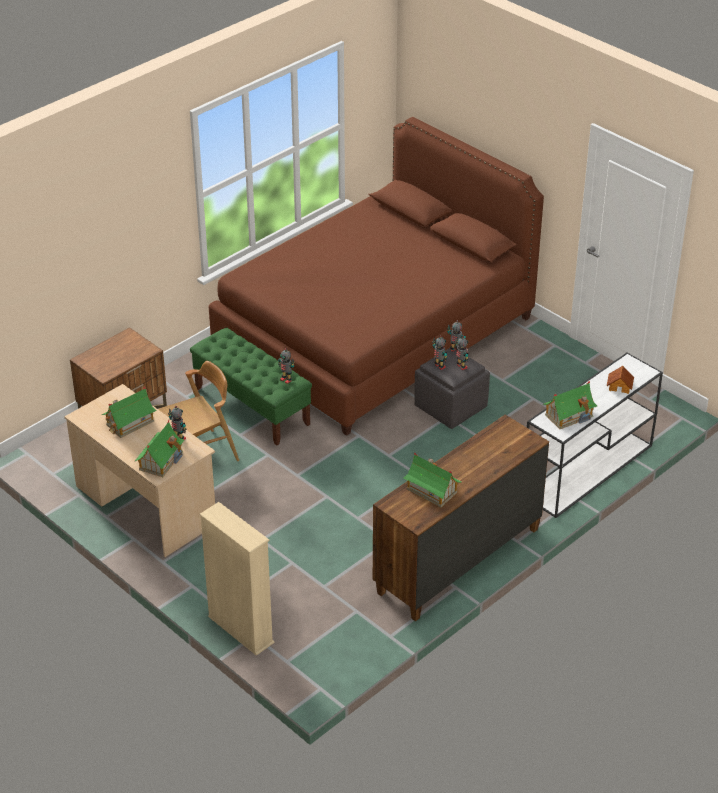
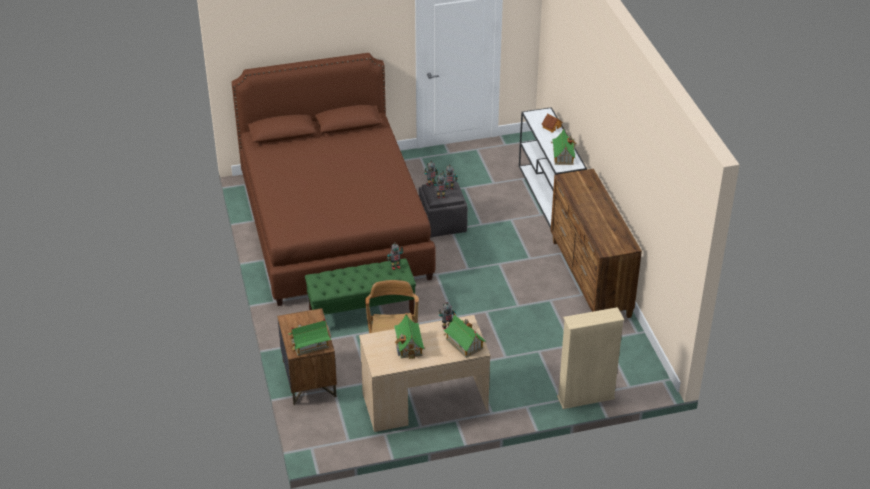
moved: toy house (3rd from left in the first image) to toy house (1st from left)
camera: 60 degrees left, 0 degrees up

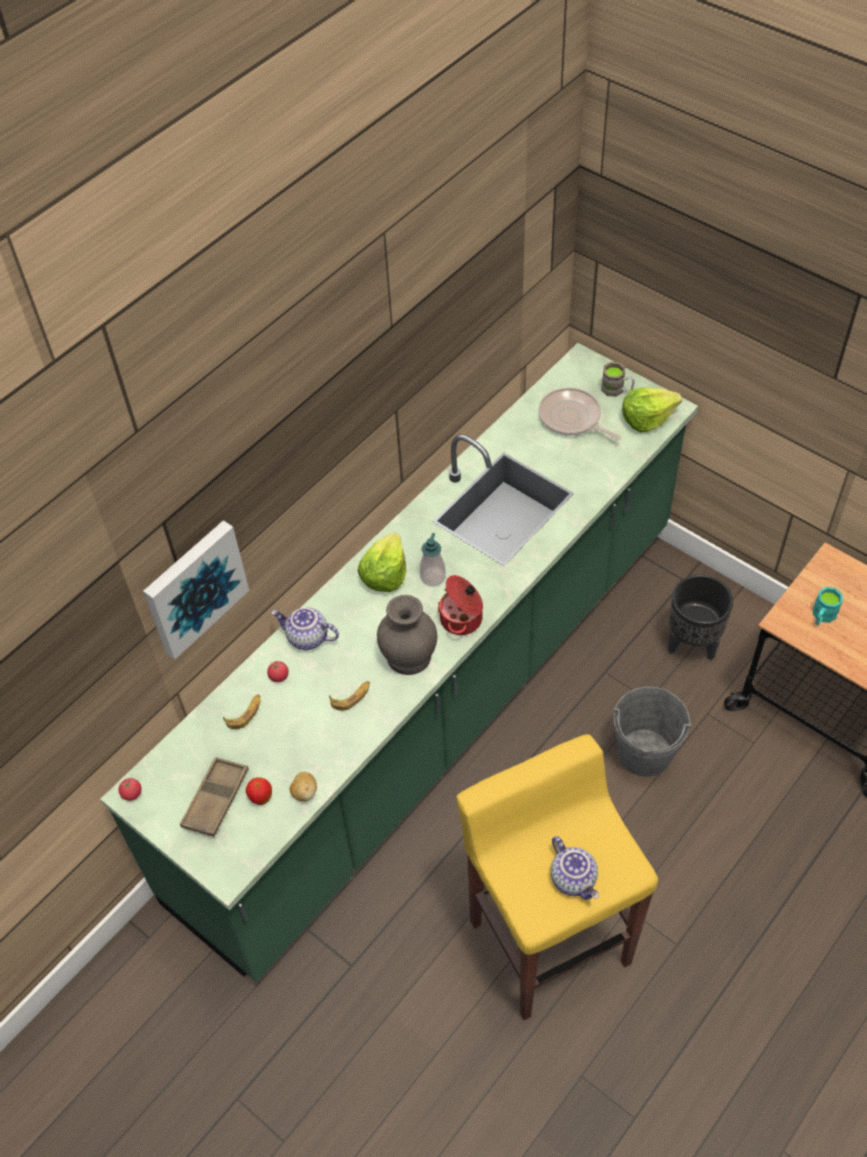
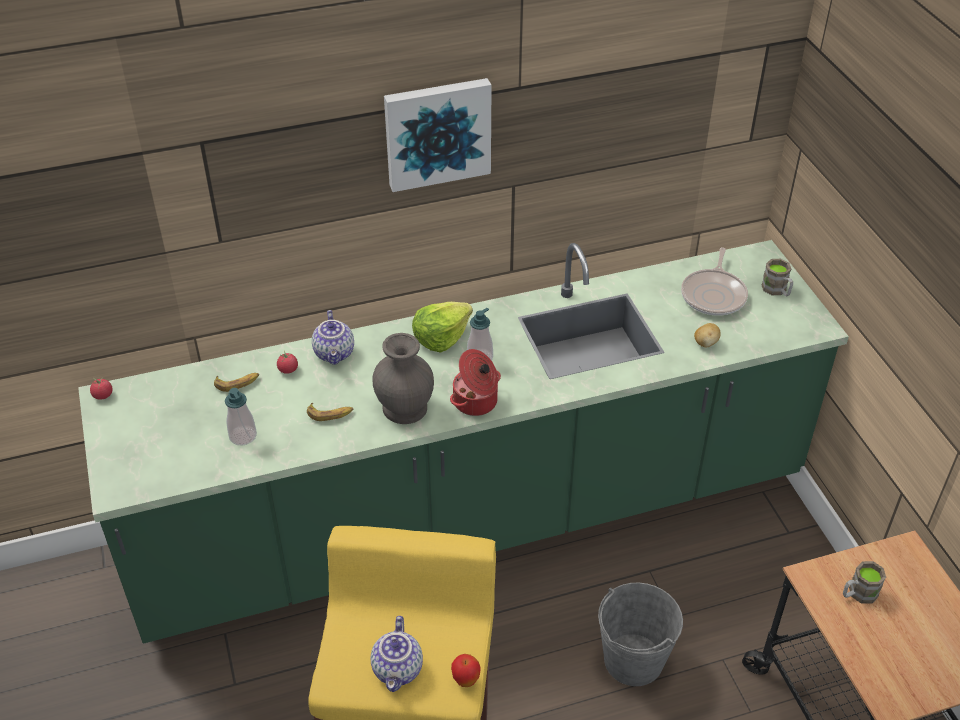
removed: brown tray; lettuce (2nd from left); black planter
added: soap dispenser (1st from left)
moved: picture; apple; potato
recoloured: turquoise mug to brown mug (2nd from left)
turned: teapot (1st from left) 150 degrees counterclockwise; frying pan 150 degrees counterclockwise
camera: 30 degrees right, 10 degrees down

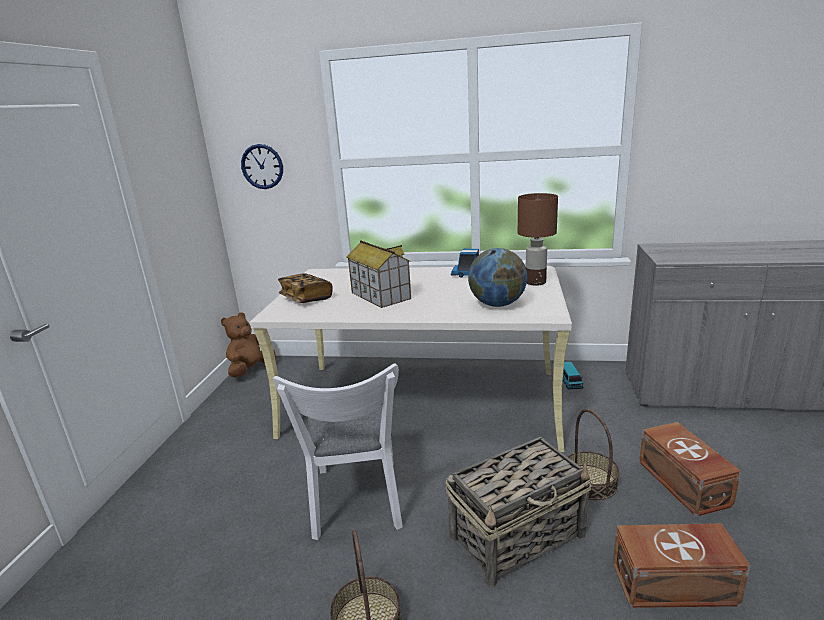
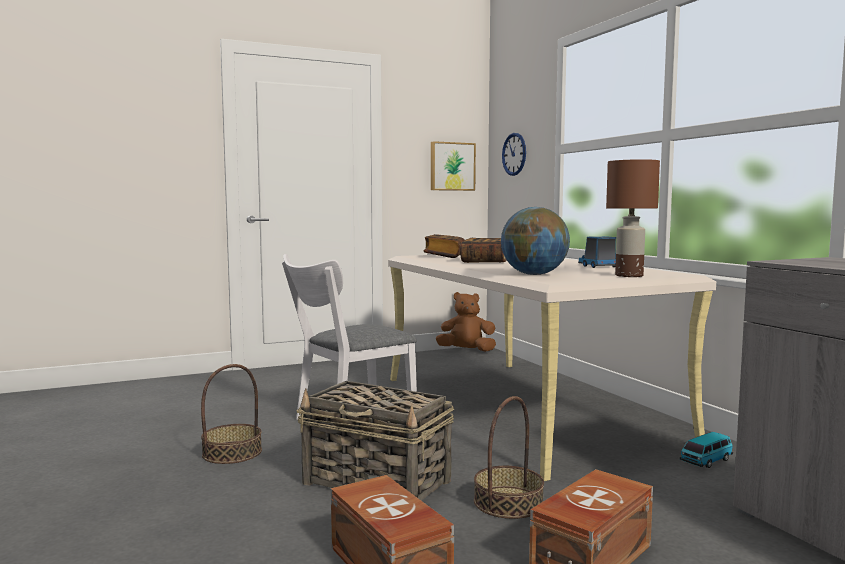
added: picture
replaced: toy house to book (2nd from left)
camera: 55 degrees right, 15 degrees down

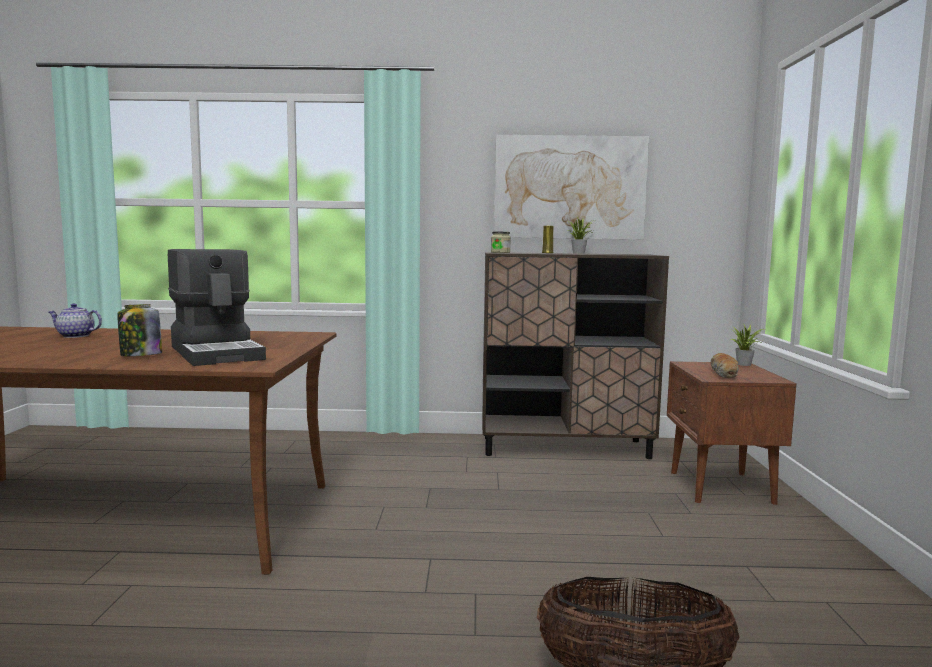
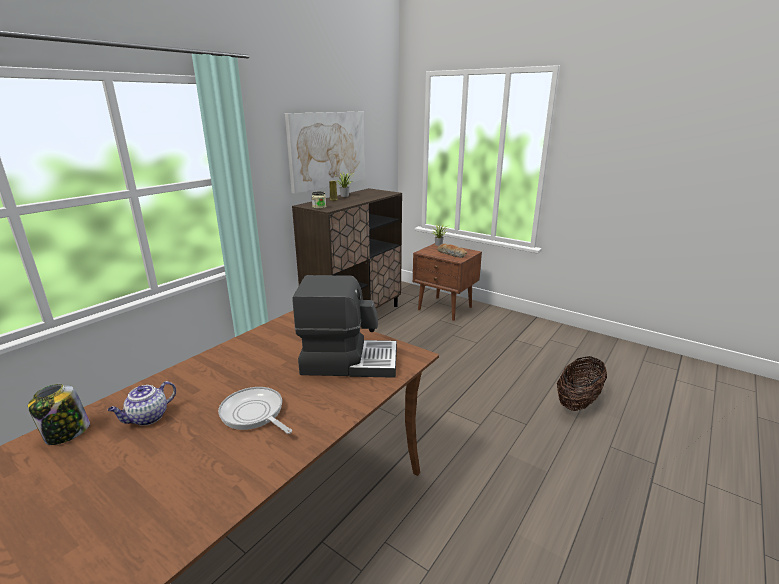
added: frying pan
moved: jar (1st from left)
camera: 55 degrees left, 15 degrees up

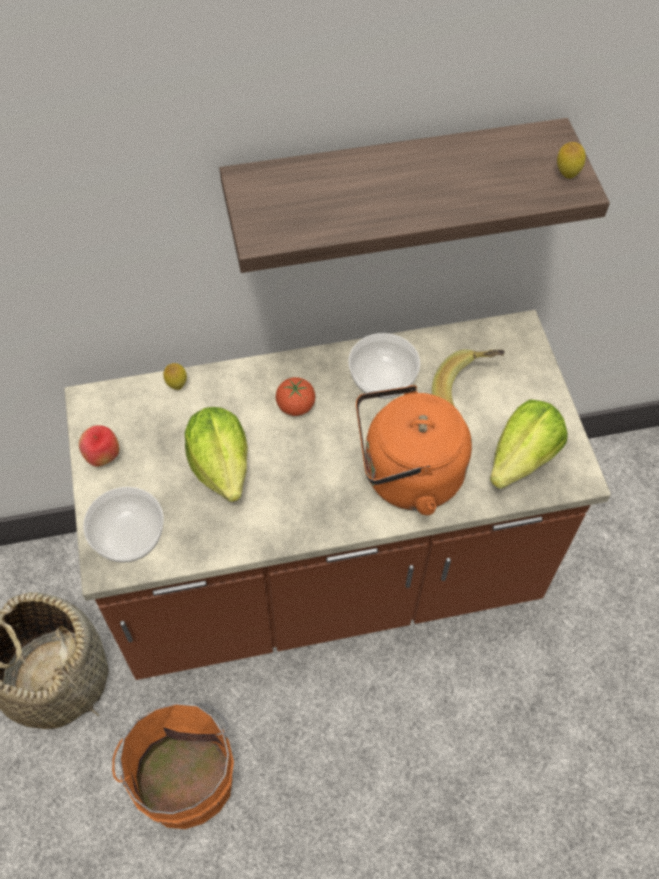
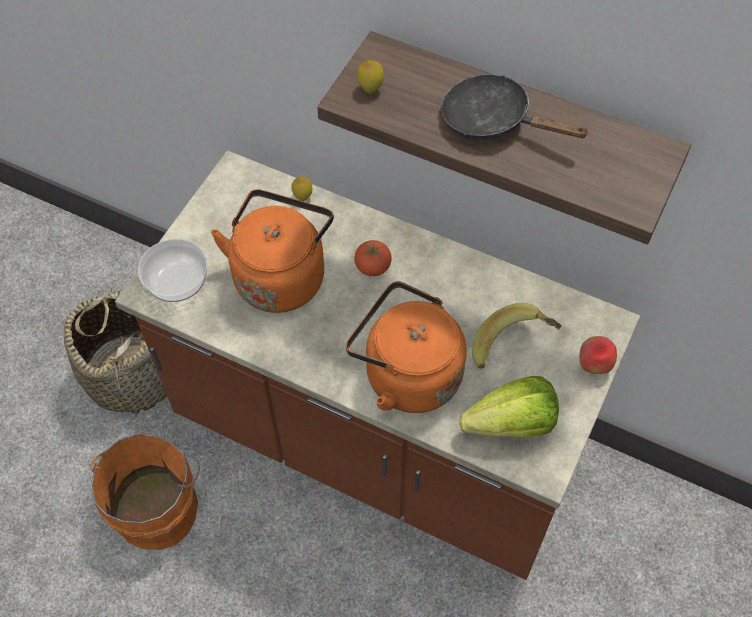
removed: bowl (2nd from left)
added: black frying pan
moved: apple; lemon (2nd from left)
replaced: lettuce (1st from left) to orange kettle (1st from left)
camera: 40 degrees right, 0 degrees up

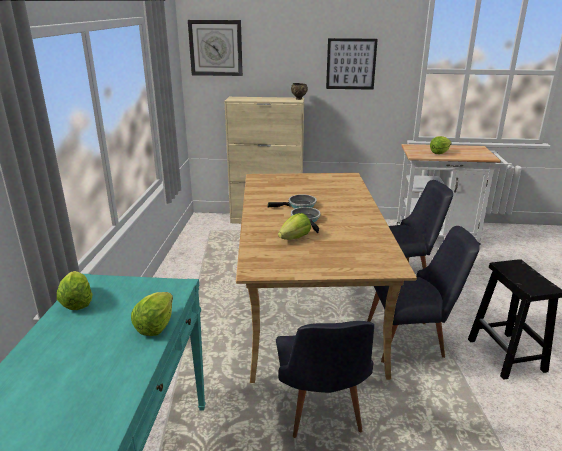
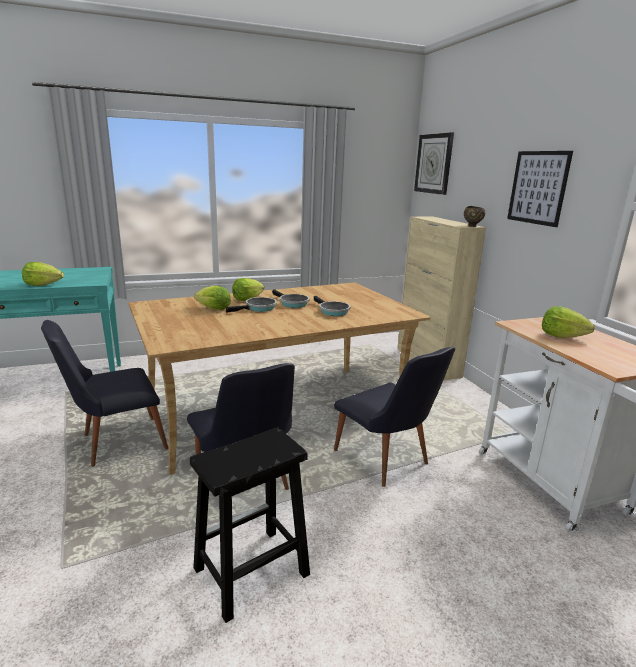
added: frying pan (3rd from left)
moved: lettuce (1st from left in the first image) to lettuce (3rd from left)
camera: 65 degrees right, 5 degrees down

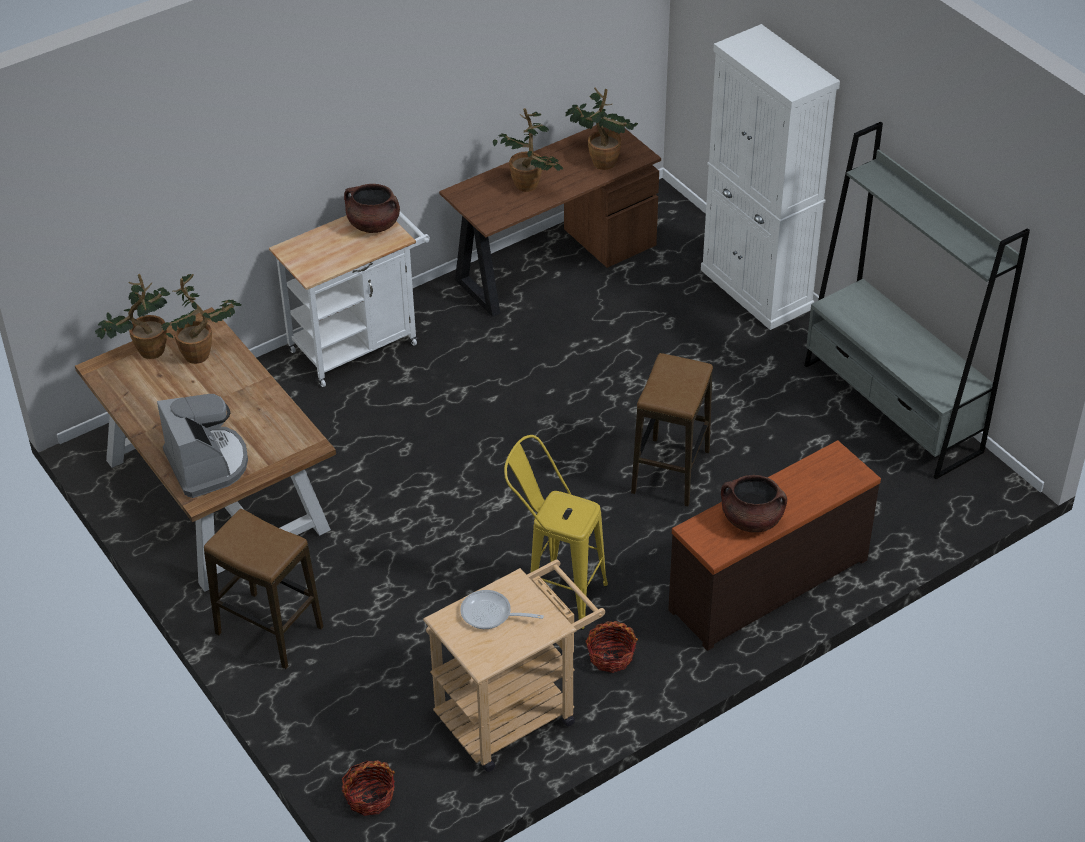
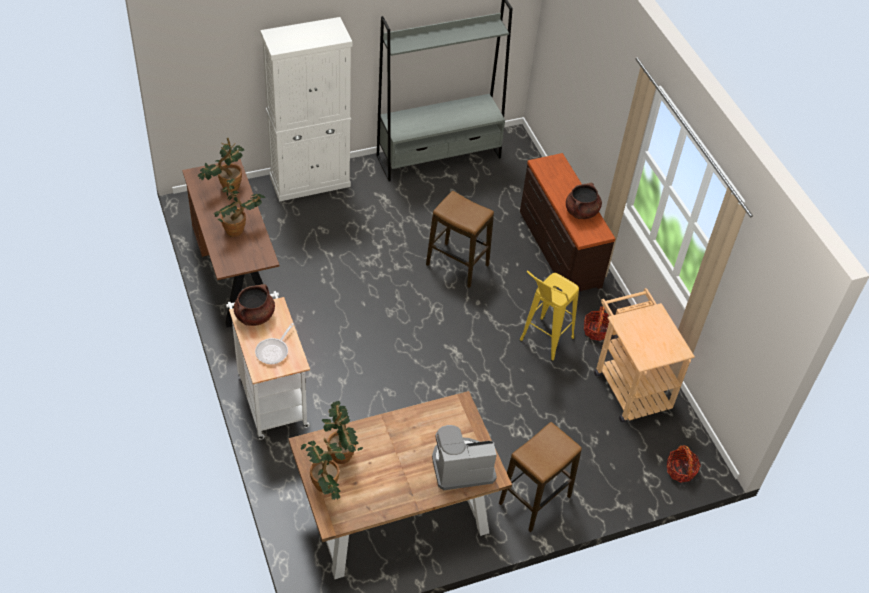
moved: frying pan
camera: 80 degrees left, 5 degrees up

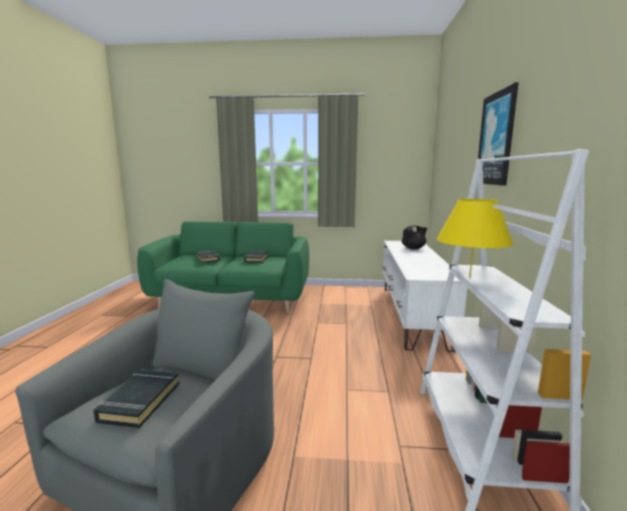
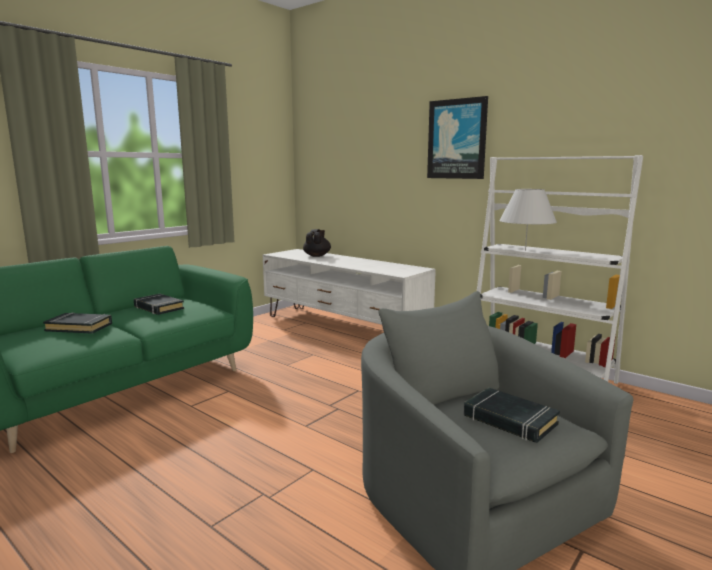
recoloured: yellow table lamp to white table lamp
camera: 55 degrees left, 0 degrees up

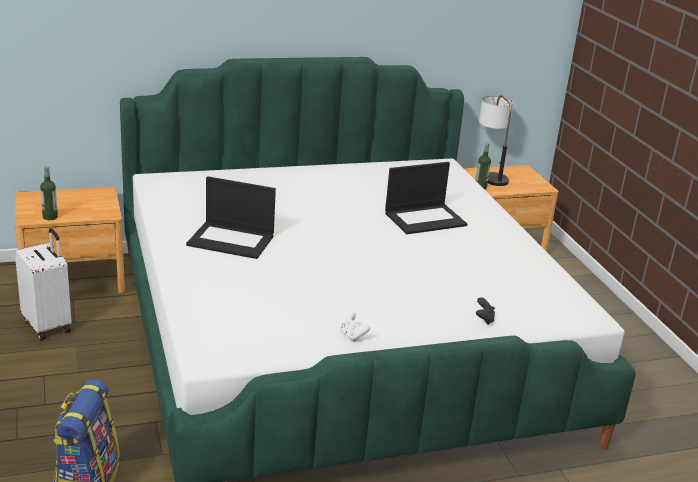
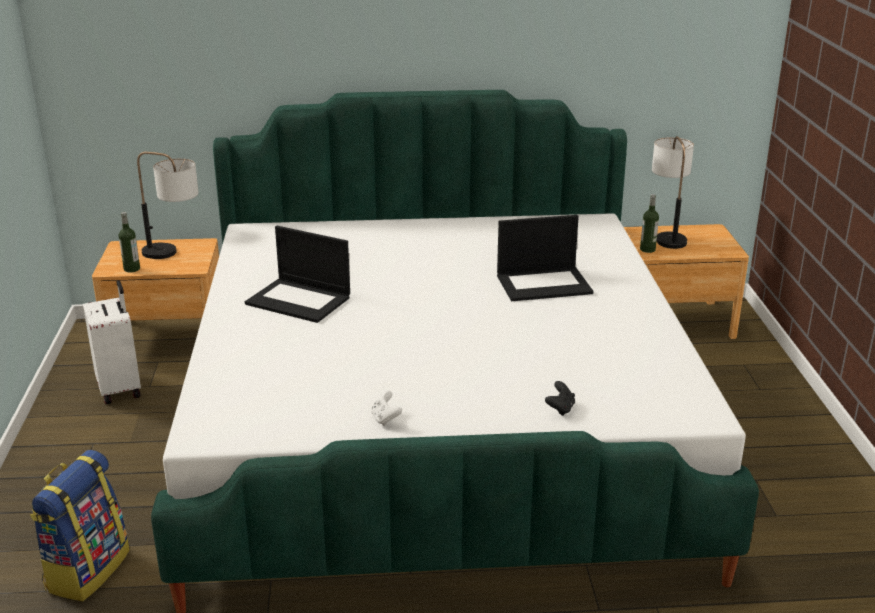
added: table lamp (1st from left)
camera: 15 degrees right, 0 degrees up

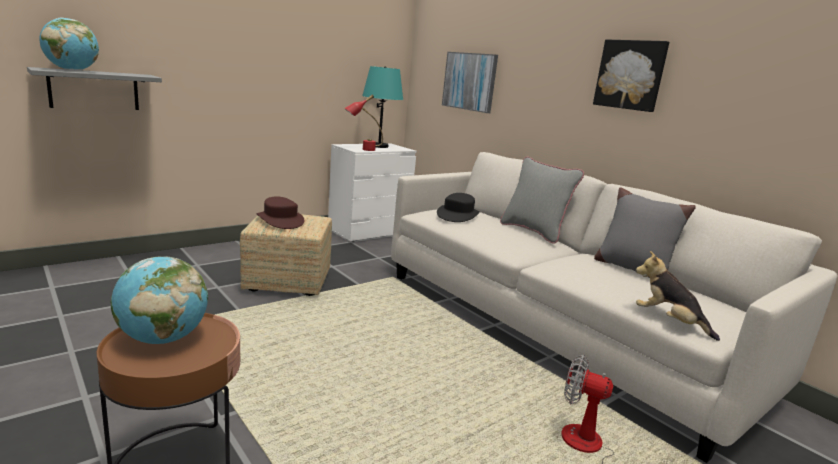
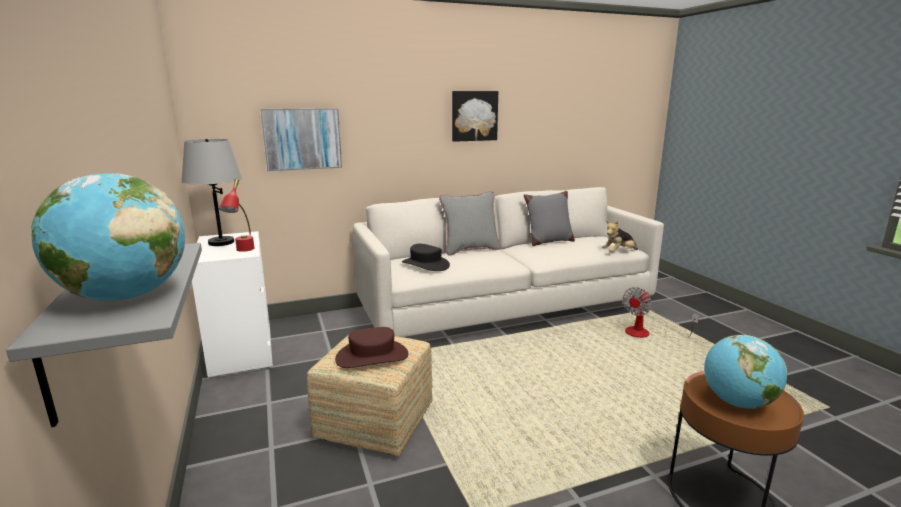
recoloured: turquoise table lamp to grey table lamp
camera: 70 degrees left, 0 degrees up

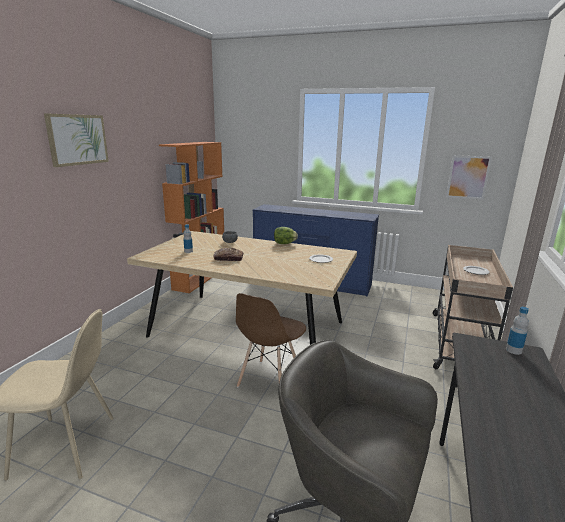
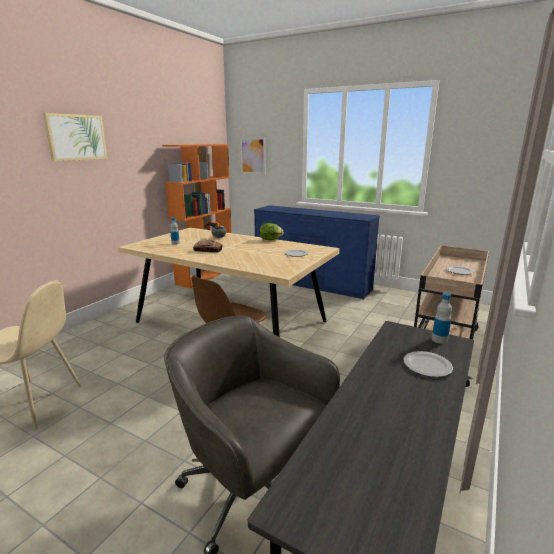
added: plate (2nd from left)
moved: picture (2nd from left)
camera: 10 degrees right, 0 degrees up

